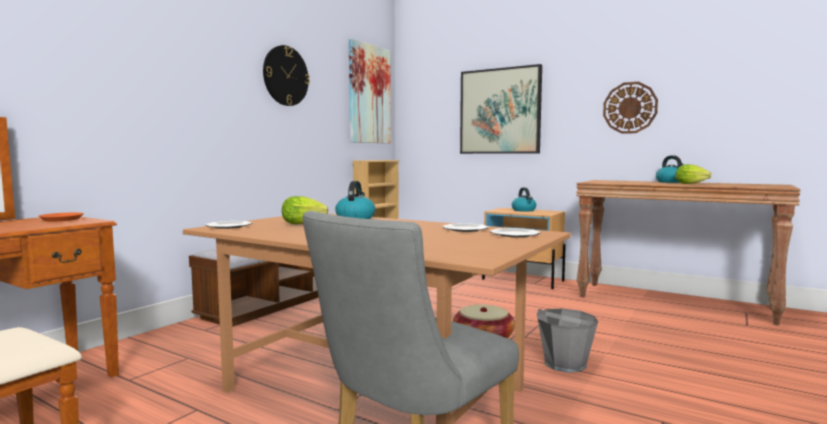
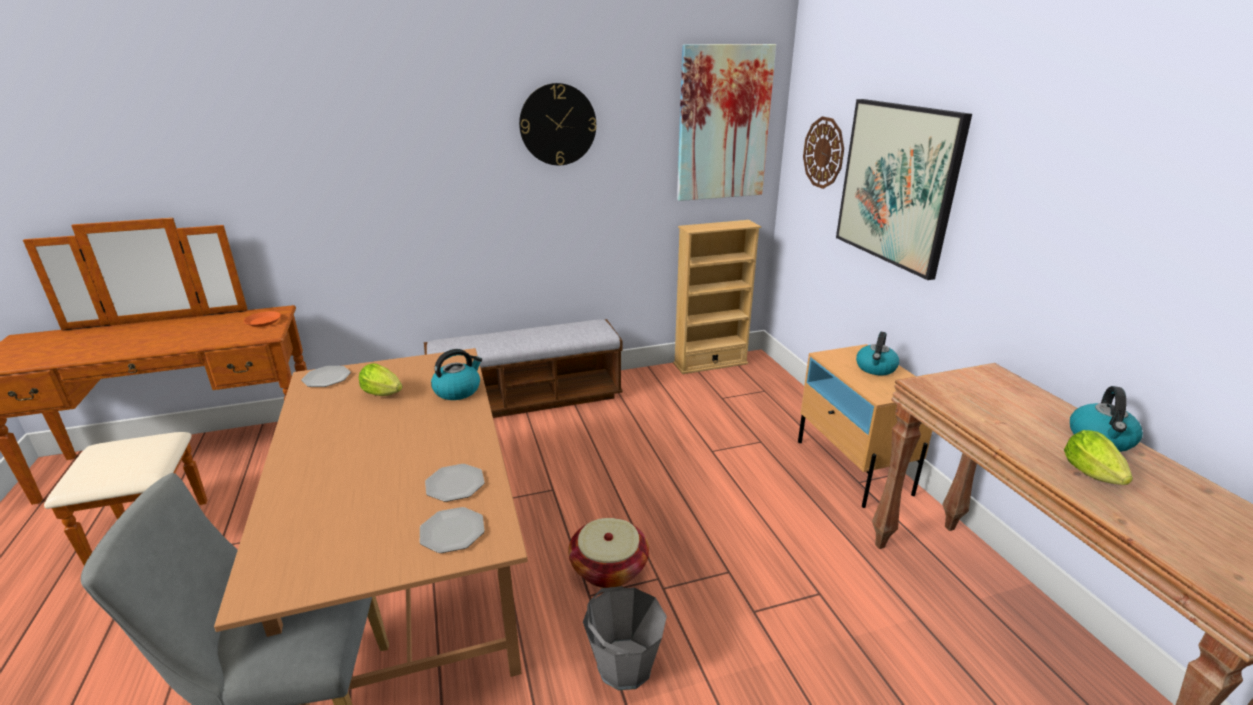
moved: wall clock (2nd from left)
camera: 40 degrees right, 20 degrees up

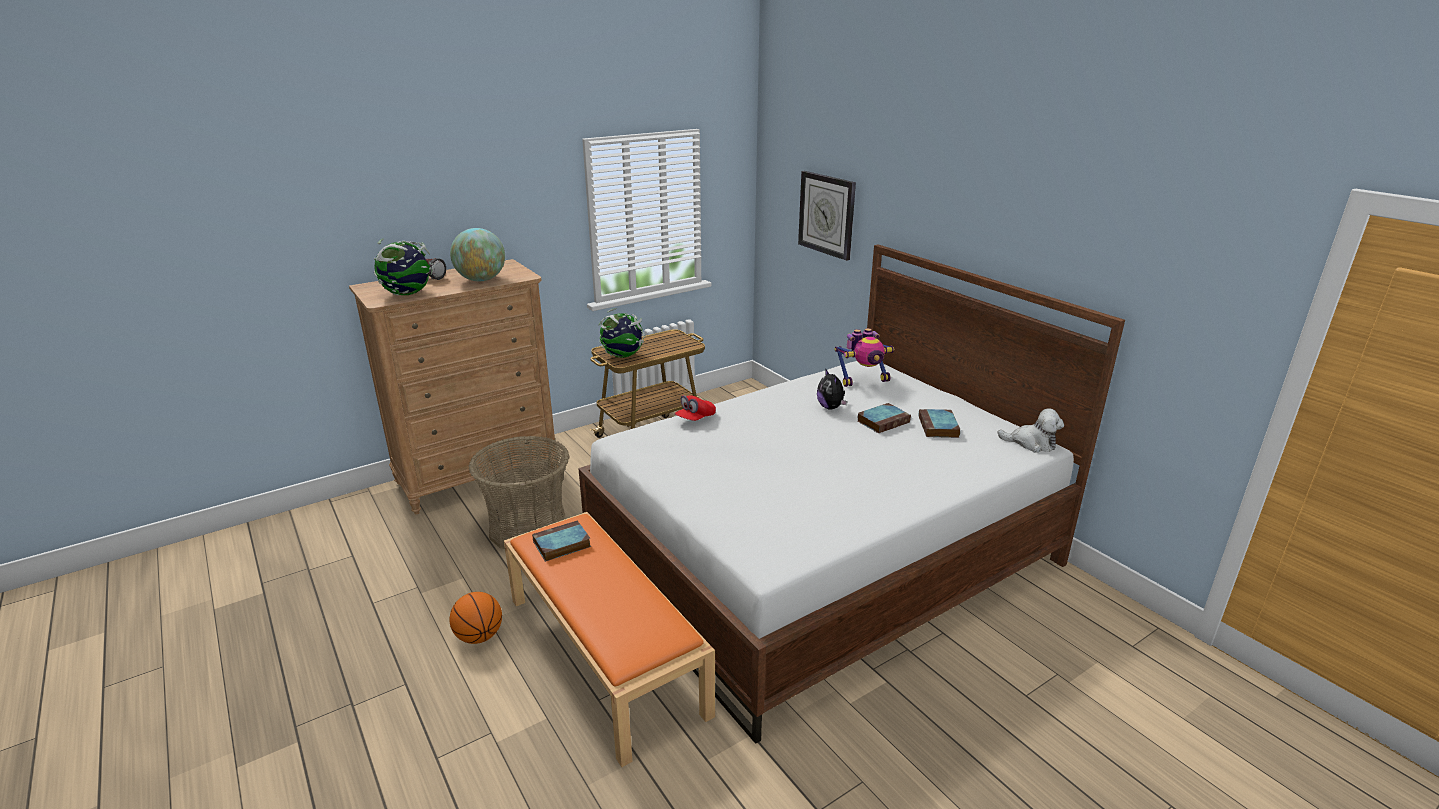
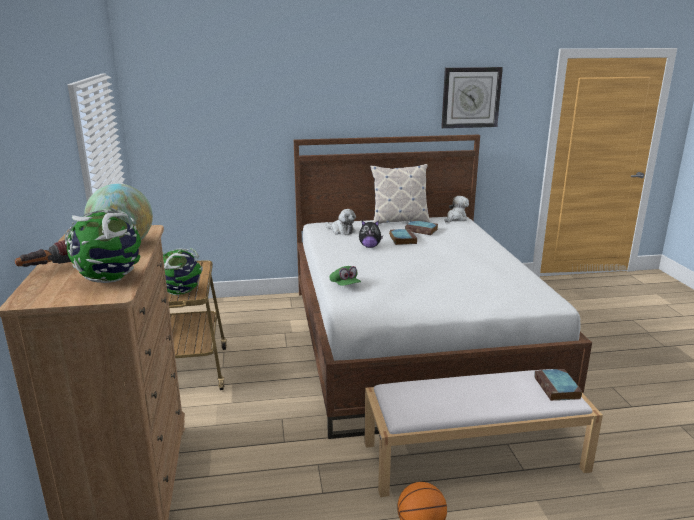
removed: basket
added: pillow
moved: book (1st from left in the first image) to book (3rd from left); wall clock
replaced: toy robot to plush toy (1st from left)
recoloured: orange bench to white bench; red cap to green cap
camera: 65 degrees left, 5 degrees down

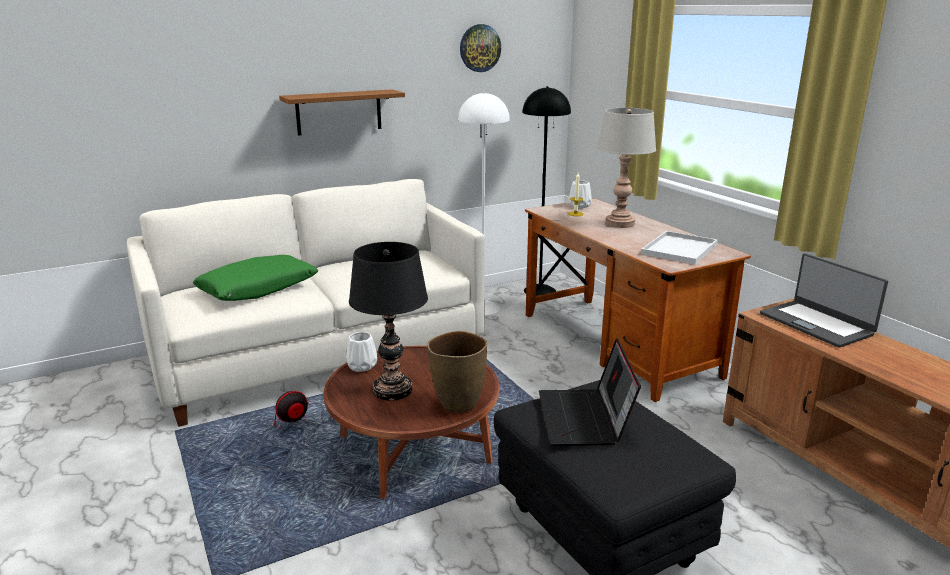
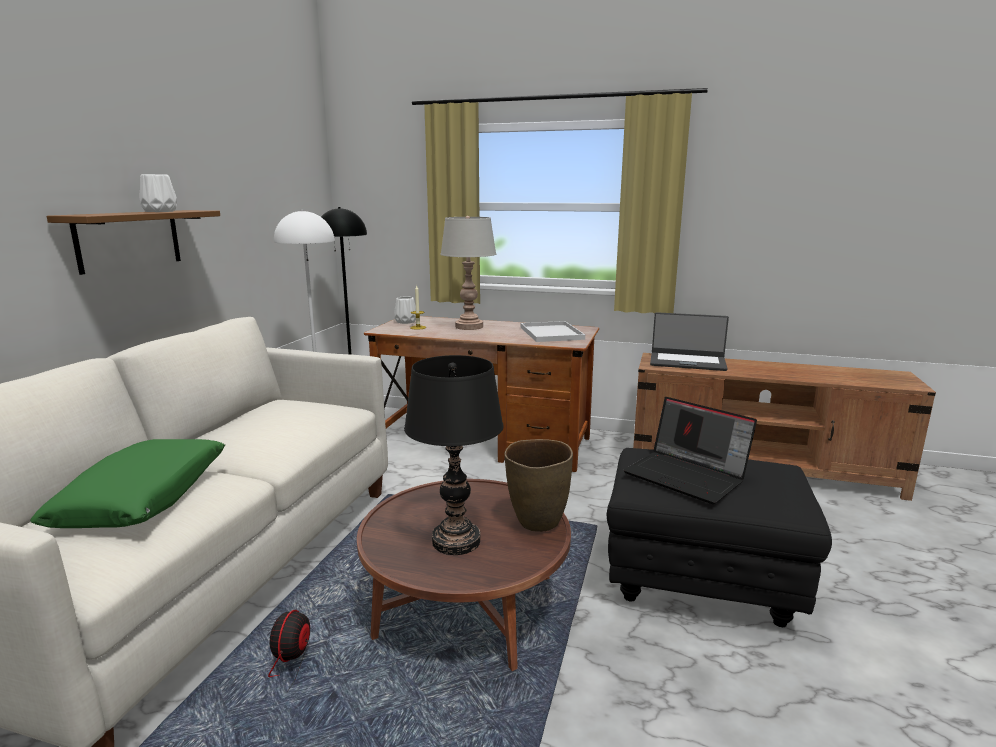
removed: wall clock
moved: white vase (1st from left)
camera: 45 degrees left, 5 degrees down

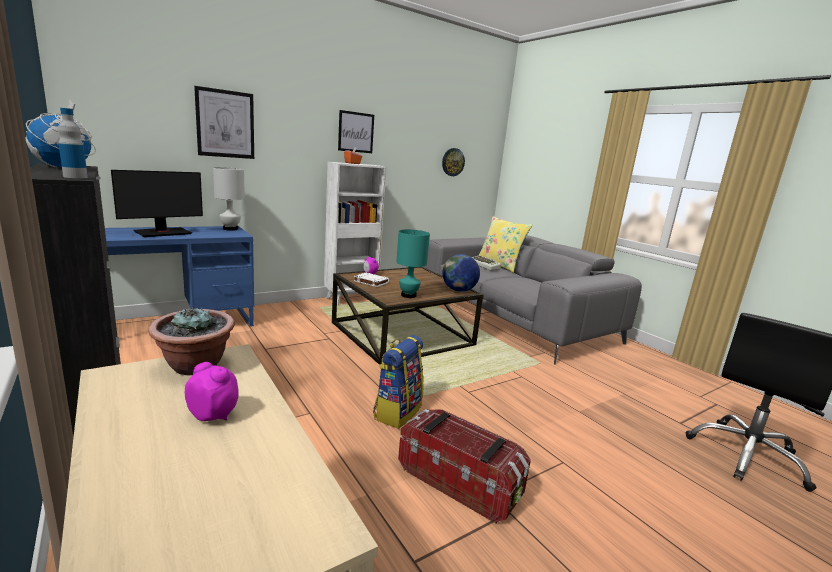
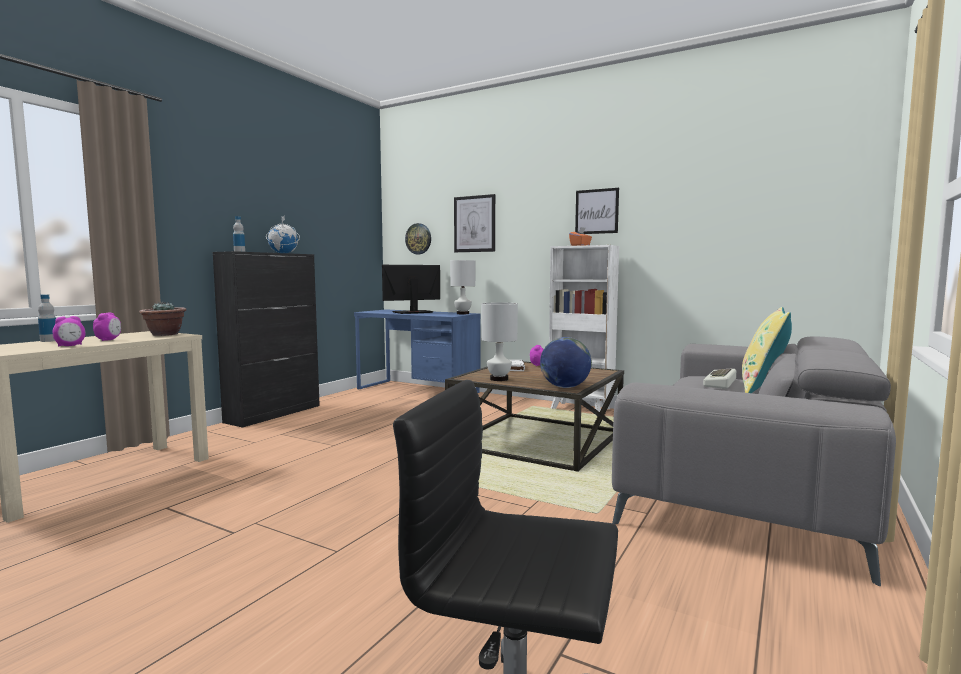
removed: backpack; storage box
added: bottle (1st from left); alarm clock (1st from left)
moved: wall clock
recoloured: turquoise table lamp to white table lamp (2nd from left)
turned: monitor 135 degrees clockwise
camera: 65 degrees right, 10 degrees down

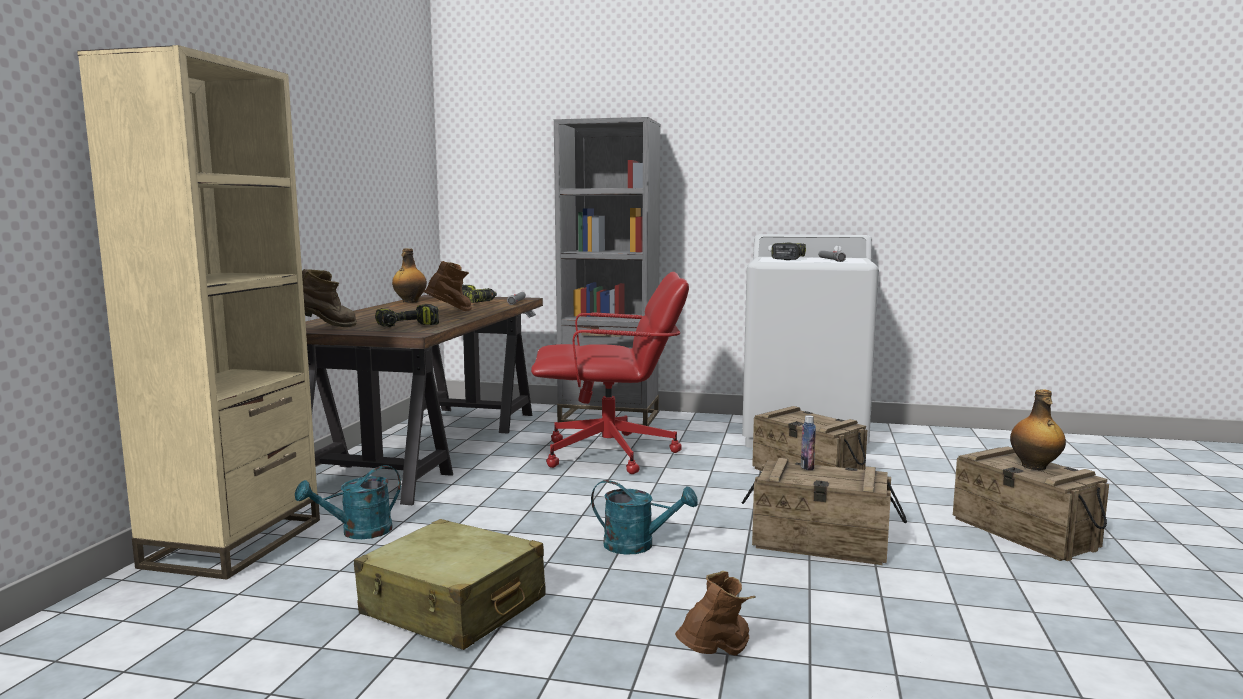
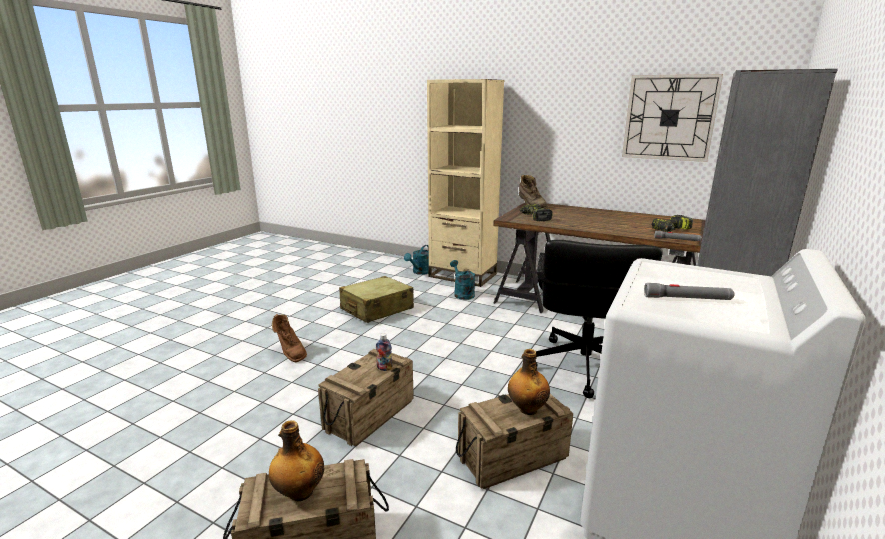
removed: brown boot (2nd from left); power drill (3rd from left)
added: wall clock
moved: bottle (1st from left in the first image) to bottle (3rd from left); turquoise watering can (2nd from left in the first image) to turquoise watering can (1st from left)
recoloured: red office chair to black office chair
camera: 105 degrees right, 10 degrees up

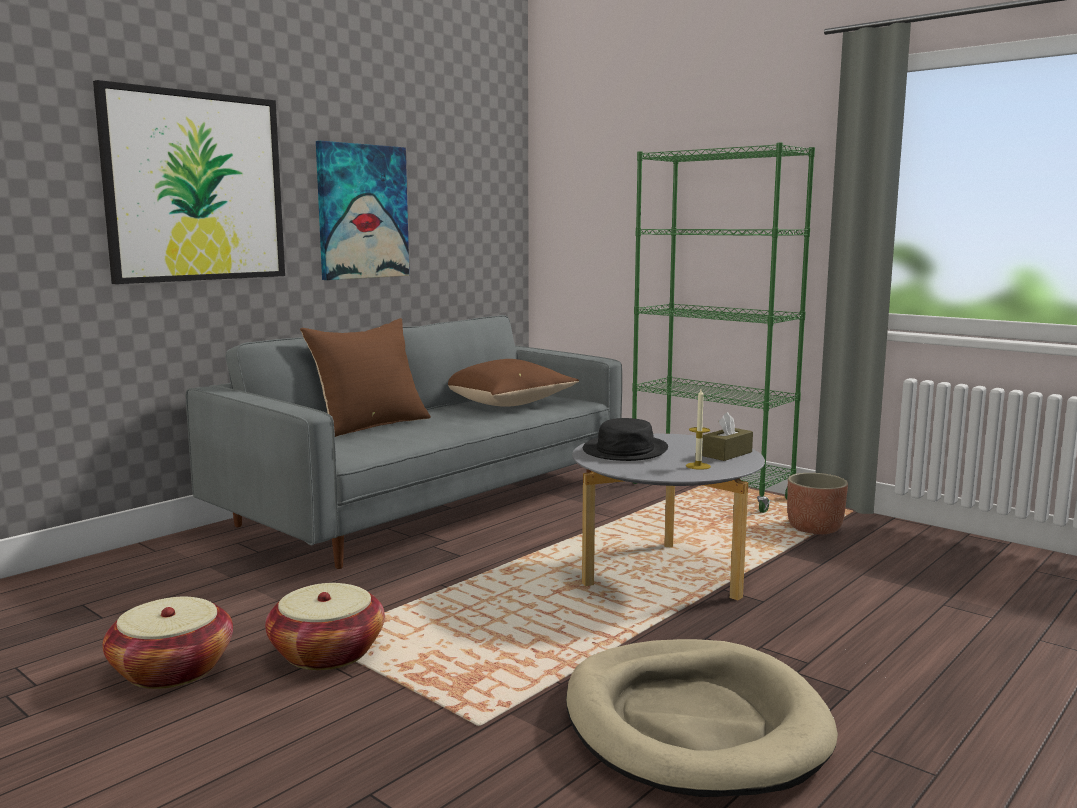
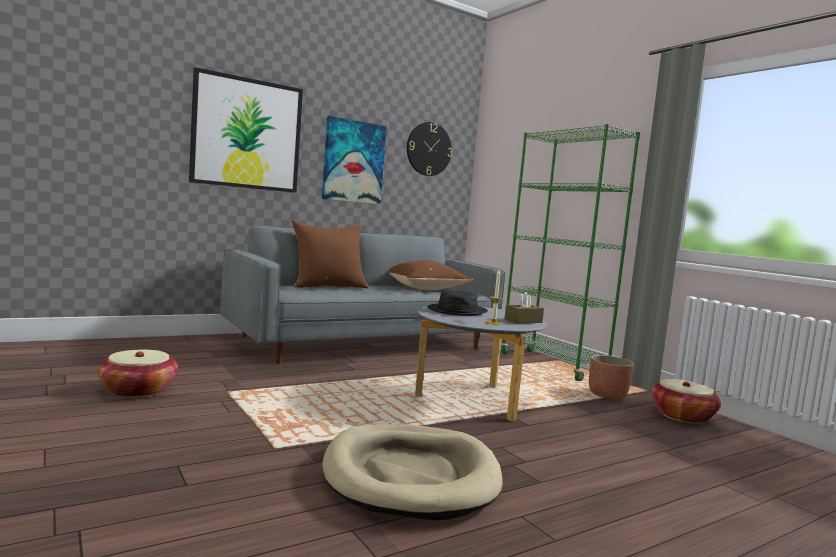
added: wall clock
moved: basket (2nd from left)
camera: 15 degrees right, 5 degrees down

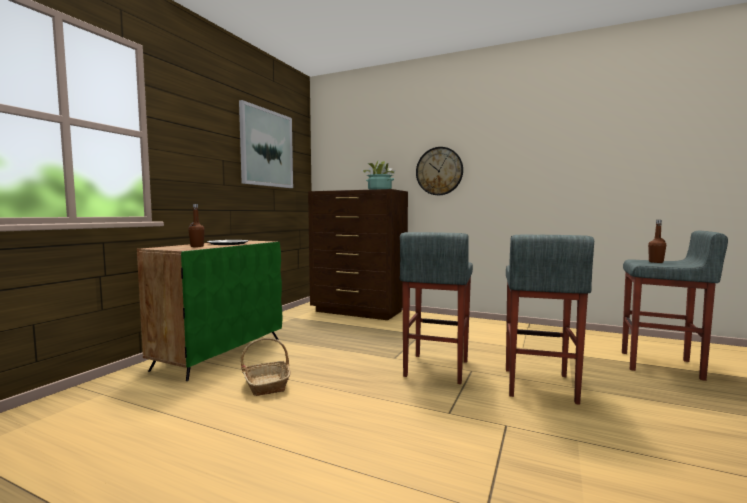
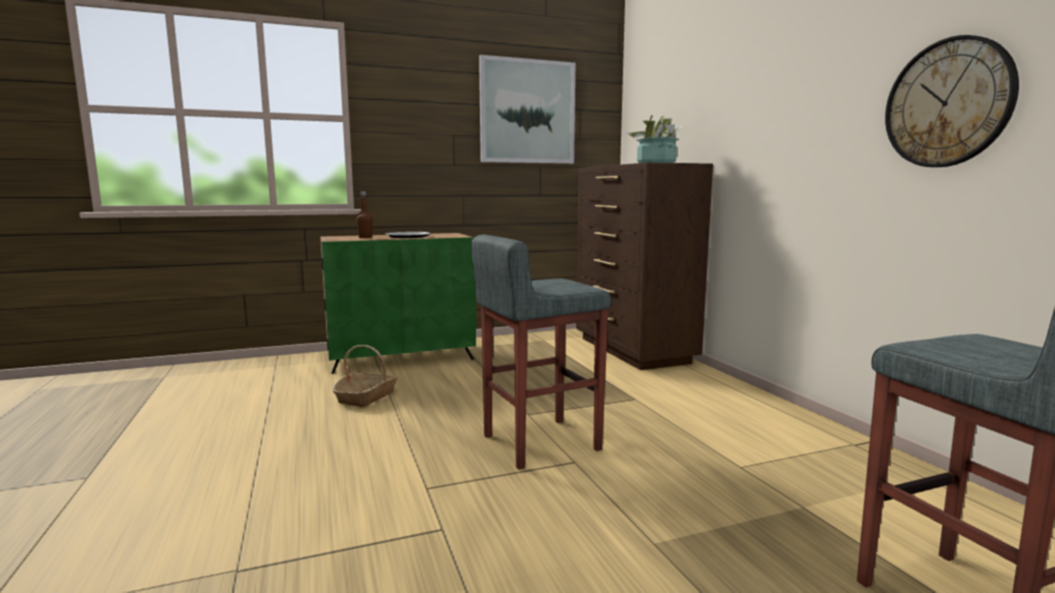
removed: grey stool (2nd from left); brown bottle (2nd from left)
moved: wall clock
camera: 45 degrees right, 5 degrees up

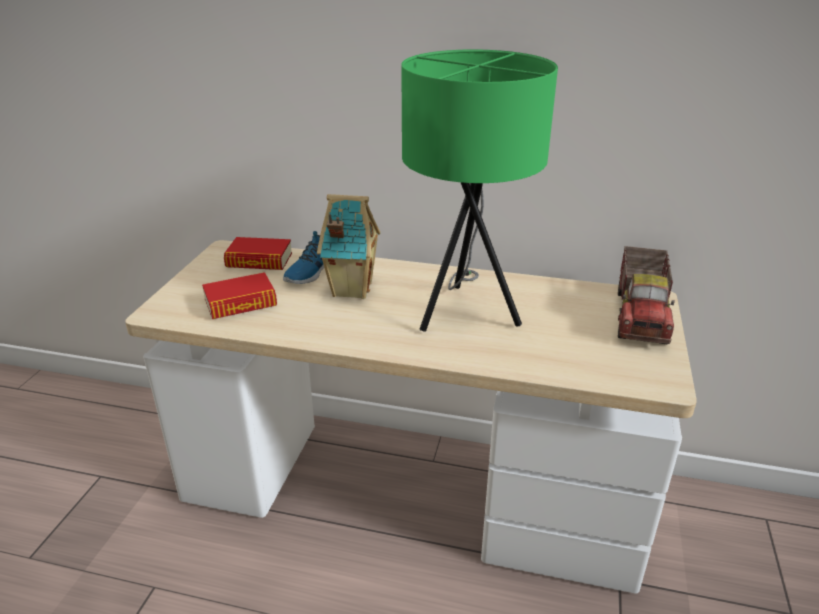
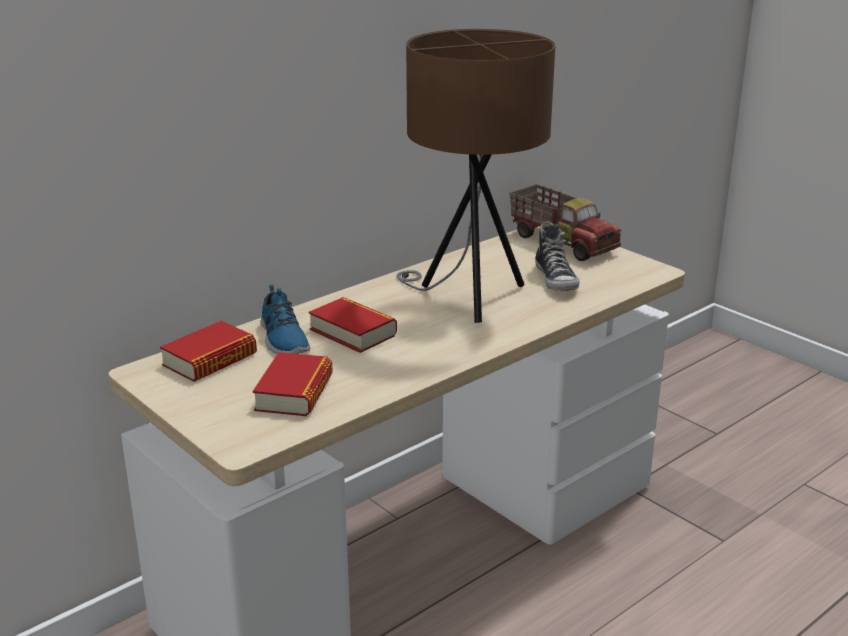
added: shoe (2nd from left)
replaced: toy house to book (3rd from left)
recoloured: green table lamp to brown table lamp
camera: 55 degrees left, 5 degrees down

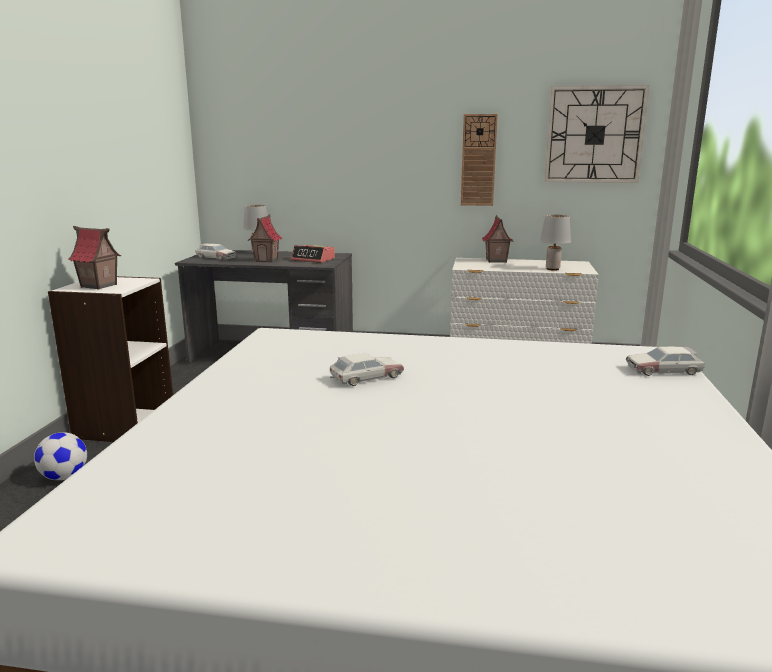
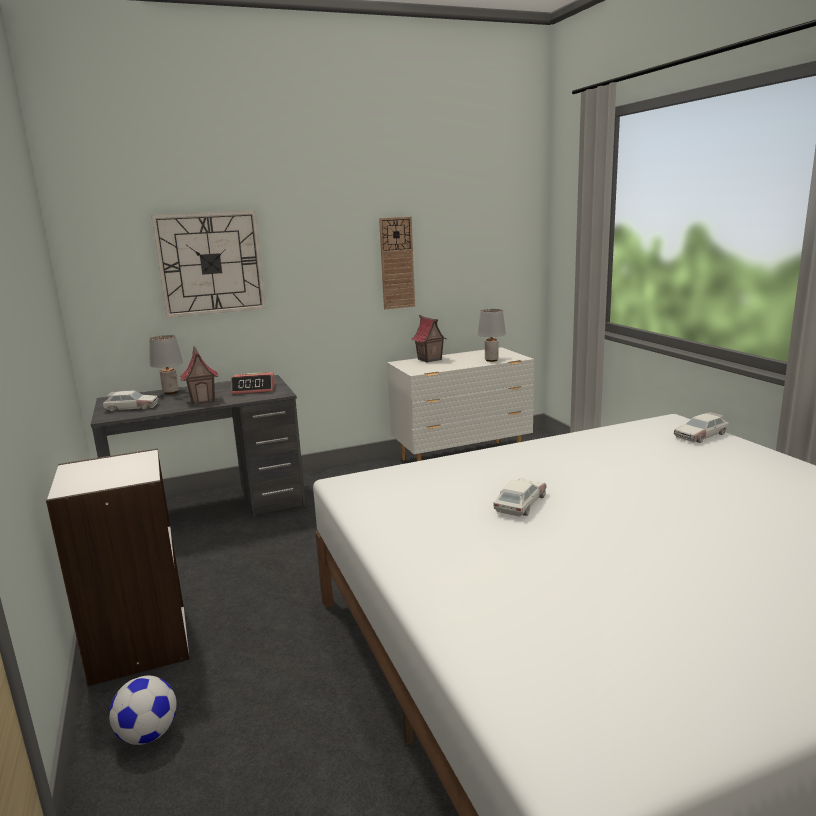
removed: toy house (1st from left)
moved: wall clock (2nd from left in the first image) to wall clock (1st from left)
camera: 30 degrees left, 0 degrees up

